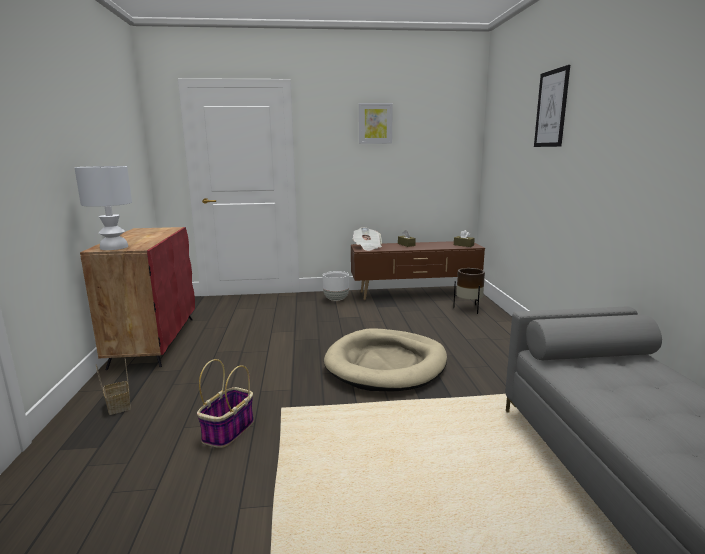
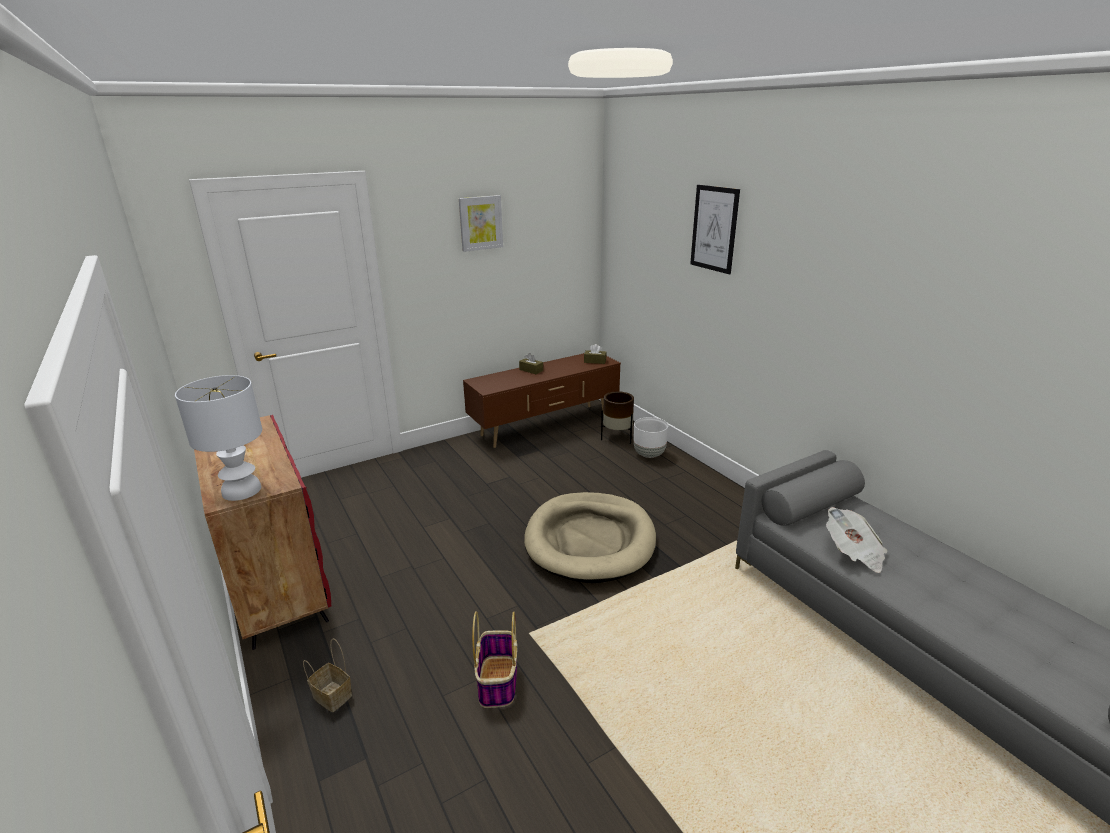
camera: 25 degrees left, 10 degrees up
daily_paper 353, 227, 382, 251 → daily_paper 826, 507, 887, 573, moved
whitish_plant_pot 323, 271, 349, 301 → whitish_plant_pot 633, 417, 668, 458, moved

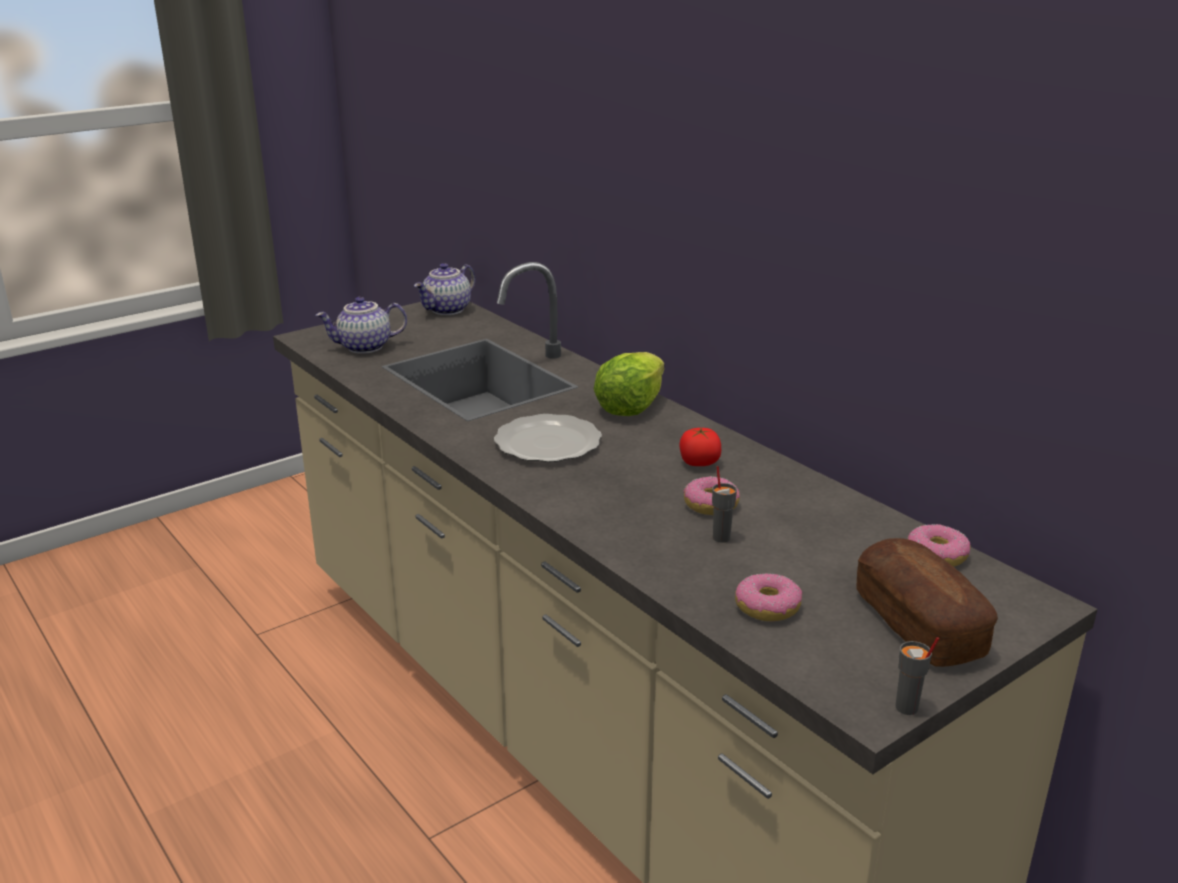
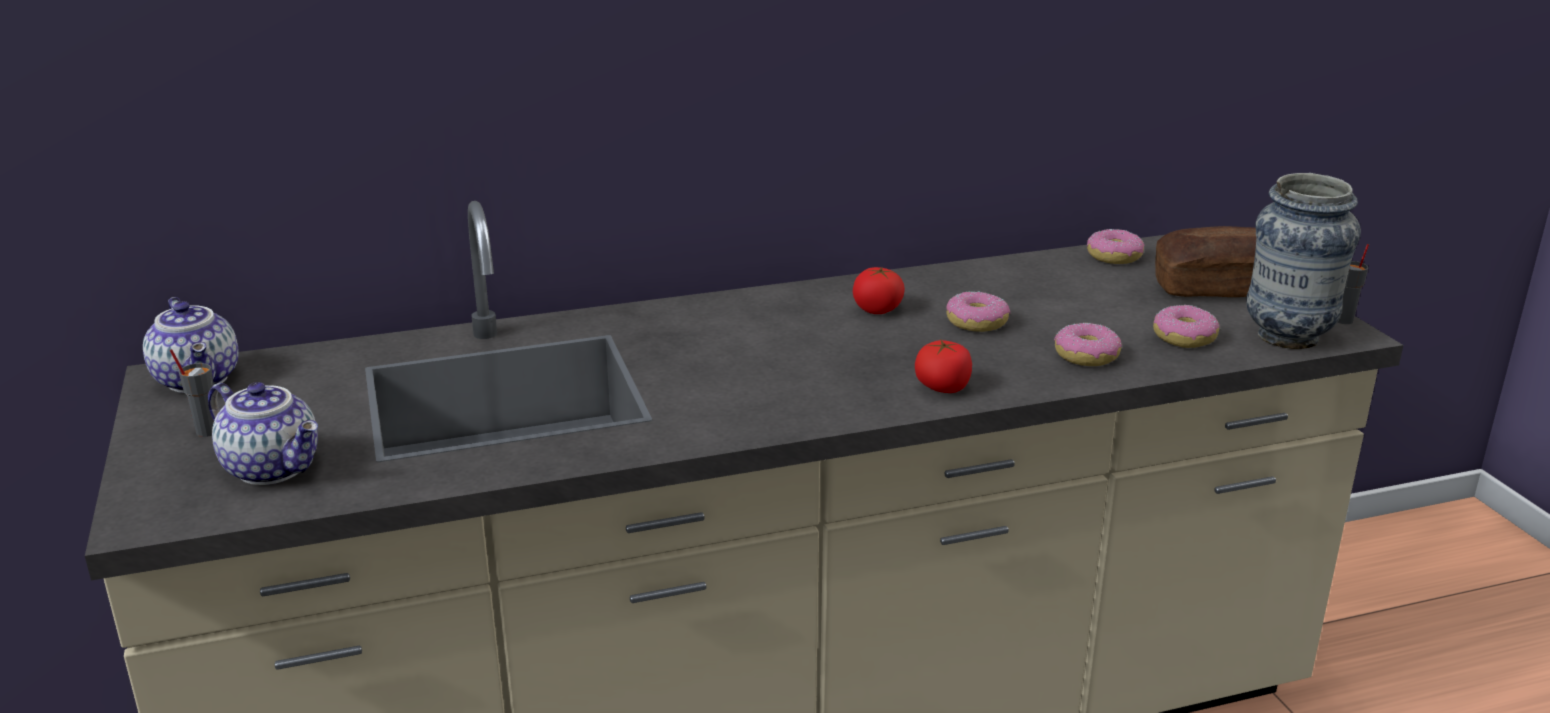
camera: 70 degrees left, 0 degrees up
teapot 315, 297, 407, 354 → teapot 208, 382, 318, 485, 60 degrees counterclockwise
lettuce 594, 352, 664, 416 → -
plate 494, 414, 602, 462 → -
gray_drinking_cup 712, 466, 737, 543 → gray_drinking_cup 170, 349, 214, 437, moved
- → flower_vase 1246, 173, 1361, 349
- → ring_doughnut 1054, 322, 1122, 366
- → tomato 915, 339, 972, 393

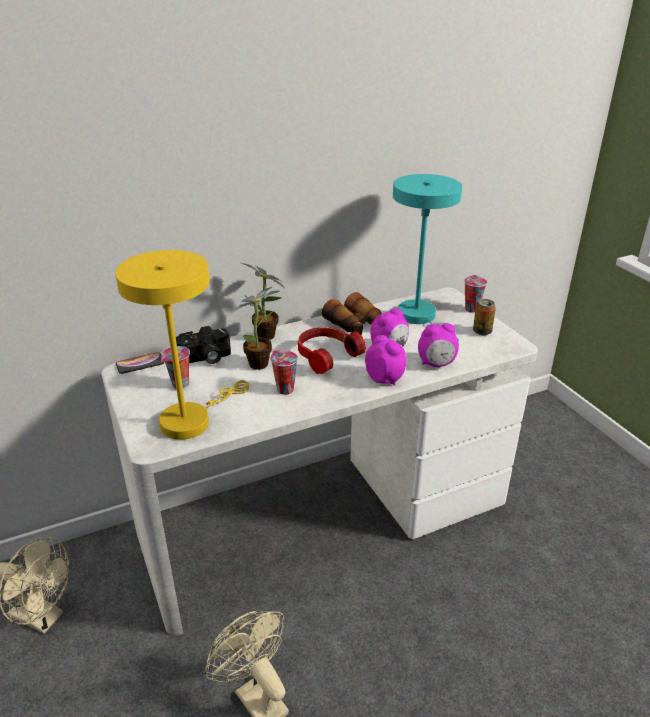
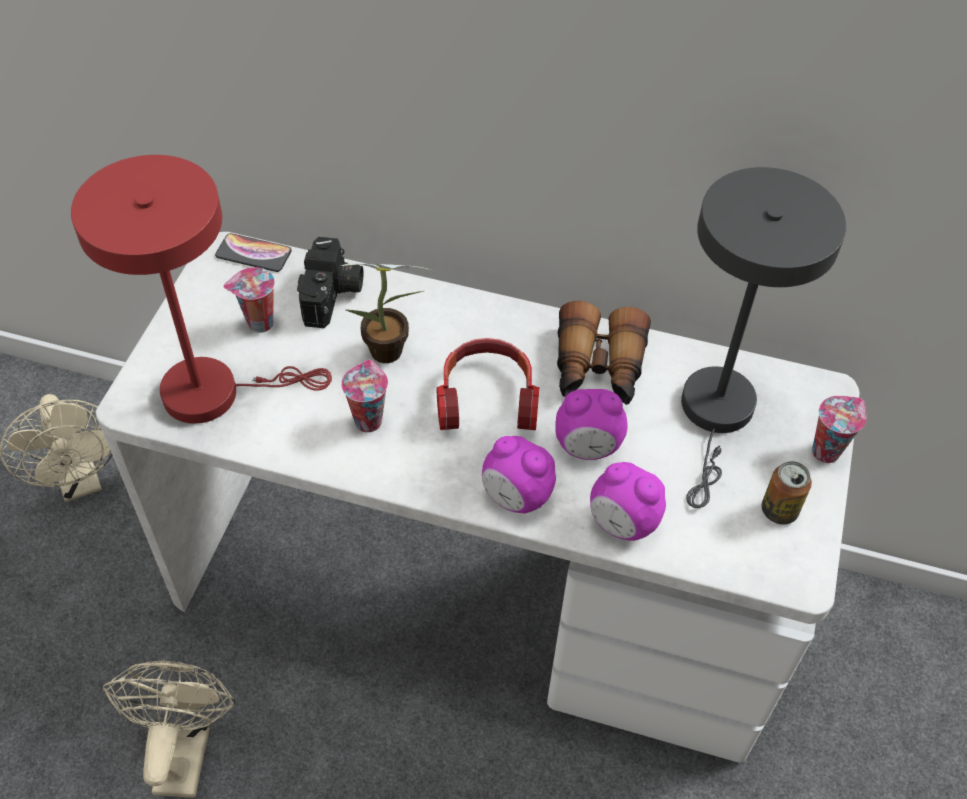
camera: 40 degrees right, 20 degrees up
turquoise_table_lamp 393, 174, 462, 342 → gray_table_lamp 681, 167, 846, 508
yellow-coloured_table_lamp 115, 250, 249, 440 → red-coloured_table_lamp 71, 155, 332, 424
plant_in_a_pot 242, 263, 285, 340 → -
still_camera 176, 326, 231, 364 → still_camera 297, 237, 363, 328, 105 degrees counterclockwise
table_clock 365, 335, 406, 386 → table_clock 482, 436, 556, 513, 120 degrees clockwise

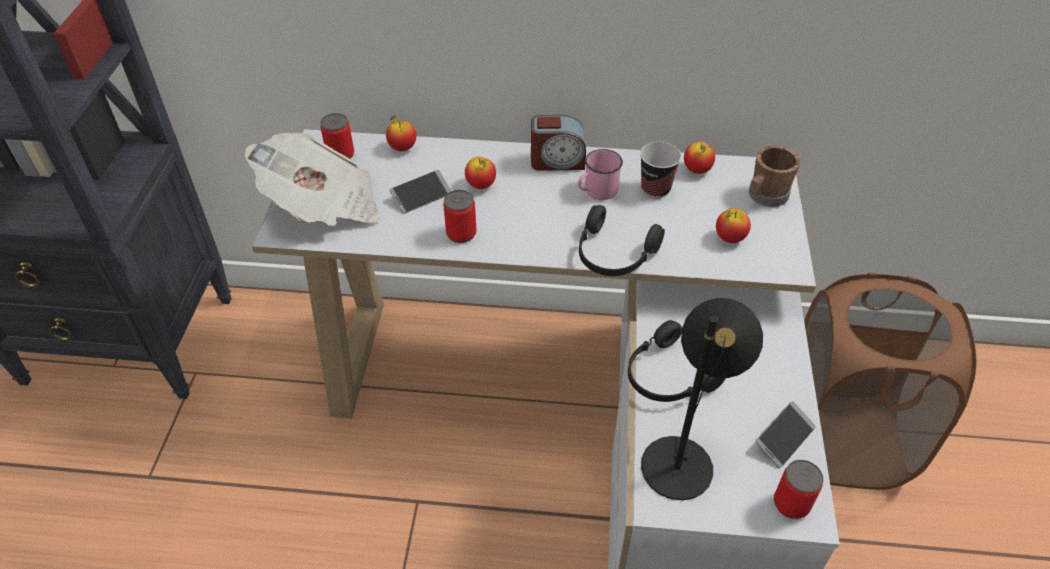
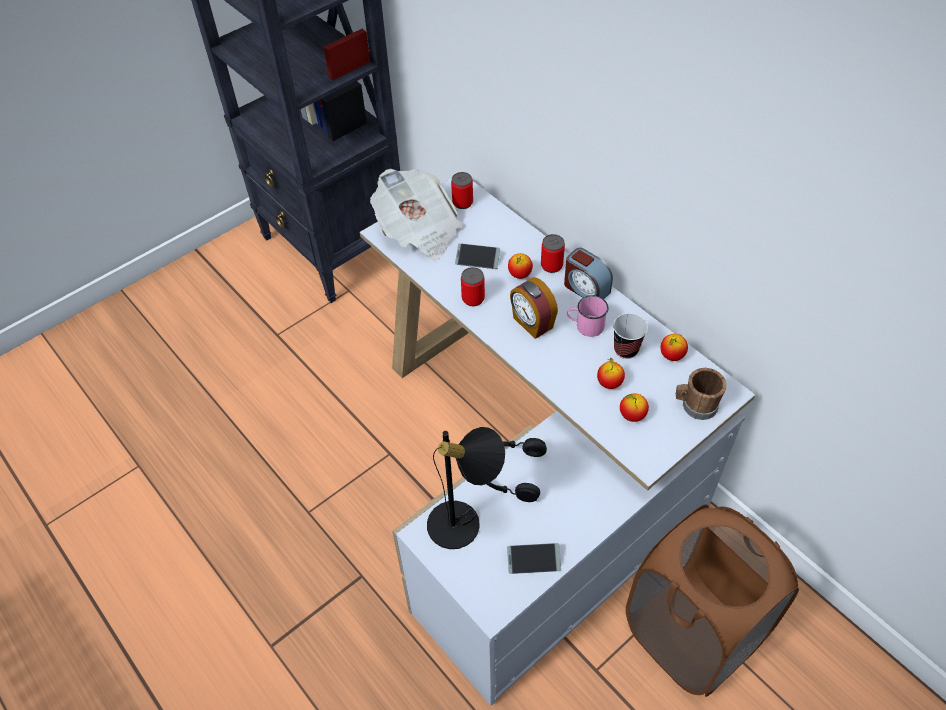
camera: 45 degrees right, 5 degrees up
apple_fruit 386, 116, 416, 151 → apple_fruit 597, 358, 625, 389, moved
black-coloured_headphones 579, 205, 665, 276 → -
sealed_can 774, 460, 823, 519 → sealed_can 541, 234, 565, 273, moved
- → table_clock 510, 277, 558, 339

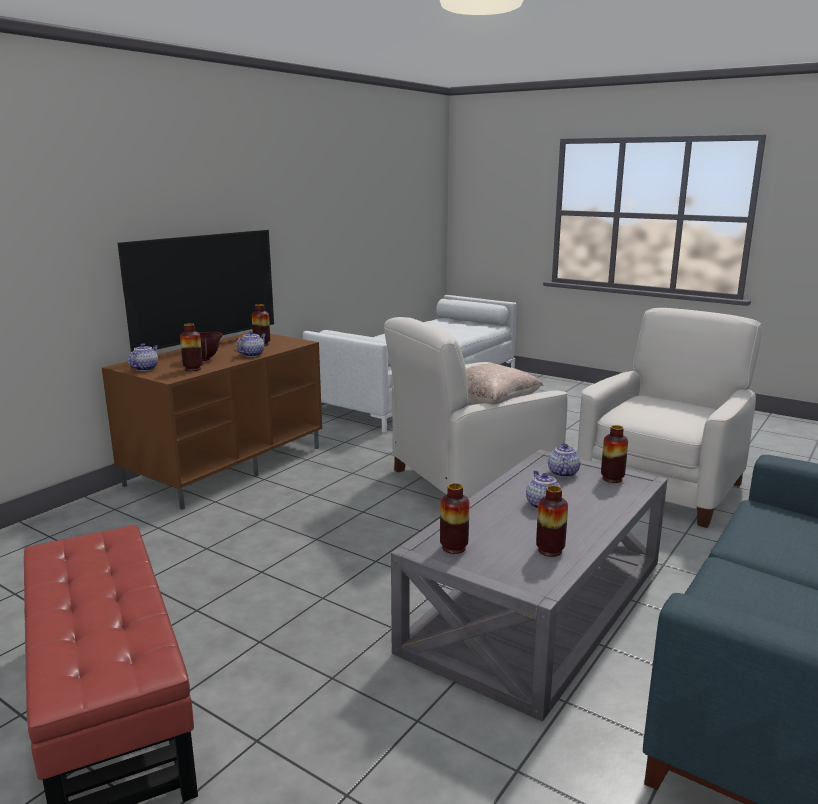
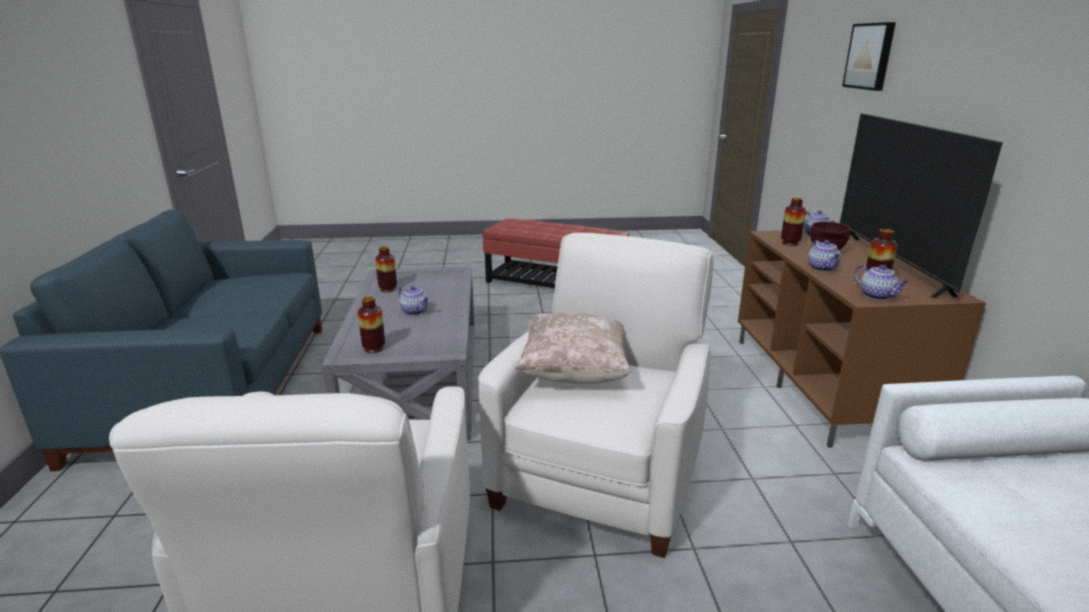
camera: 140 degrees right, 5 degrees up
teapot 548, 443, 581, 477 → teapot 854, 265, 909, 300, moved
flower_vase 440, 483, 469, 554 → -
- → wall_picture 842, 22, 896, 91

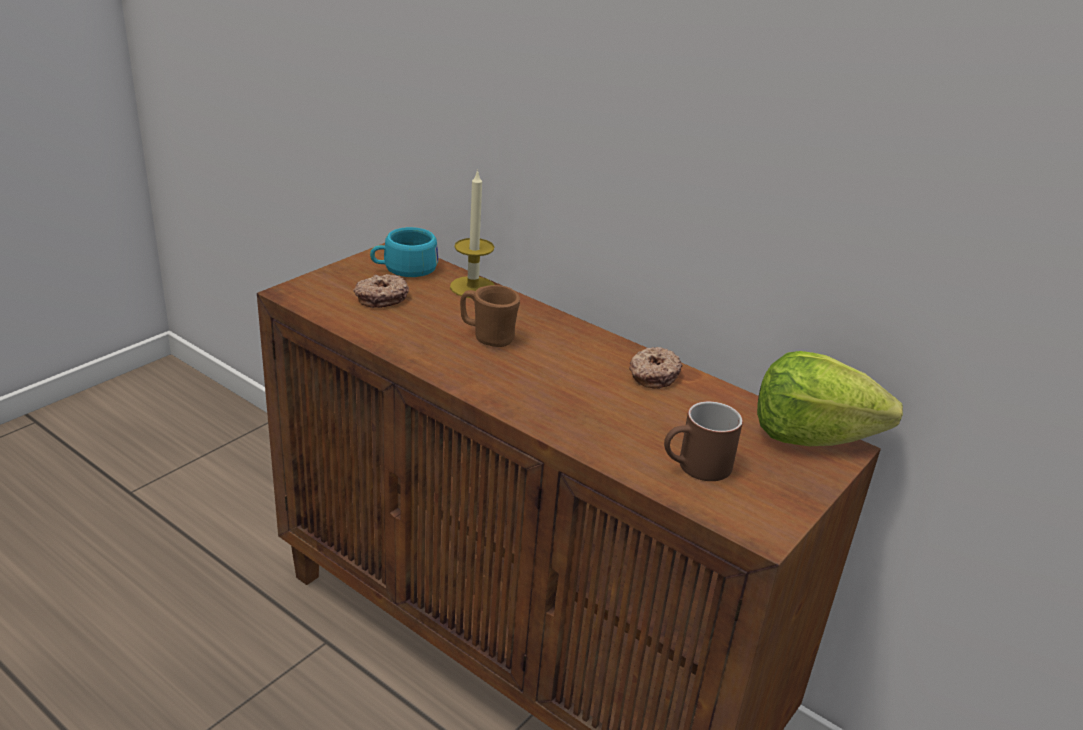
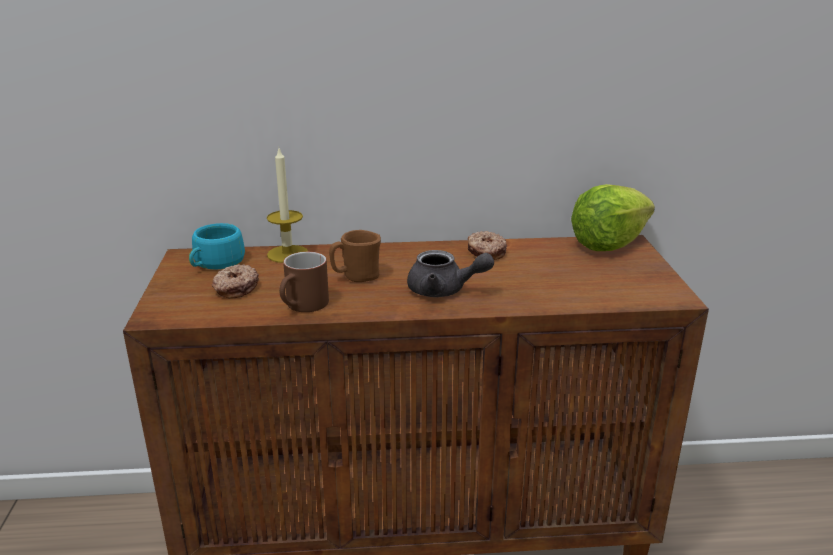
camera: 40 degrees left, 5 degrees down
brown-coloured_mug 664, 401, 743, 481 → brown-coloured_mug 279, 252, 329, 312, moved
- → gray_teapot 407, 250, 494, 297

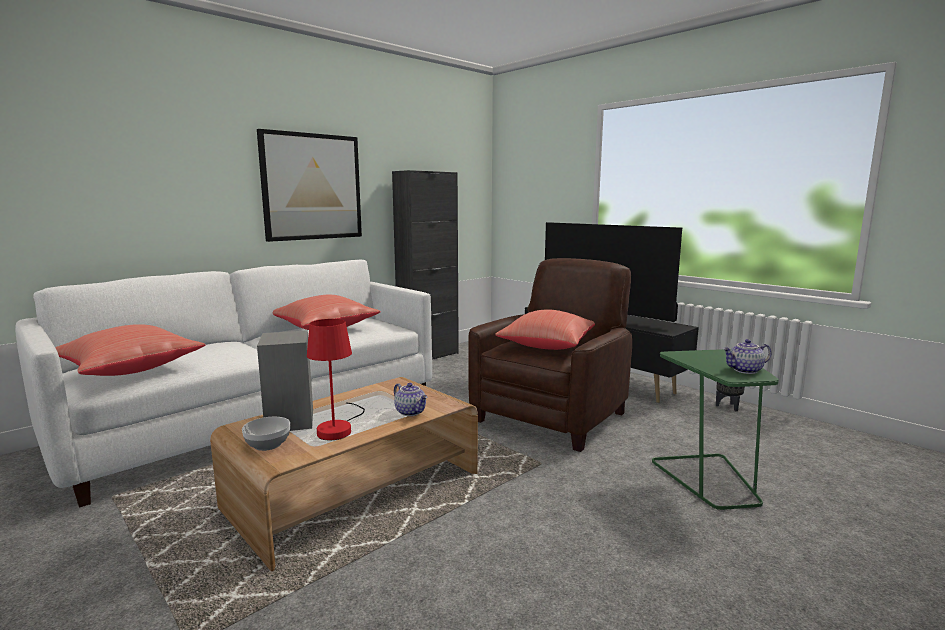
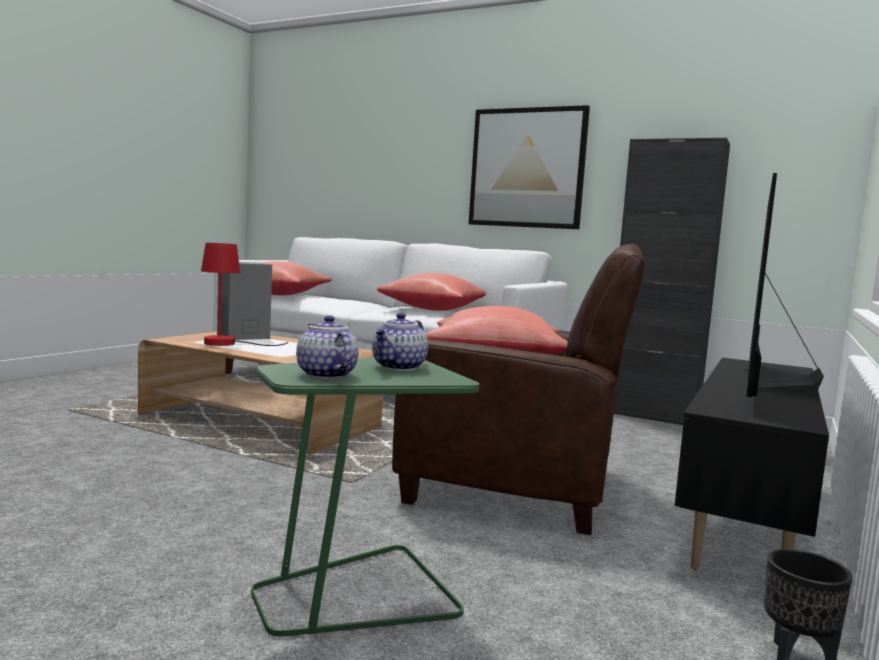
camera: 70 degrees right, 5 degrees down
teapot 394, 383, 427, 416 → teapot 372, 313, 428, 371, moved
deep_dish 242, 417, 290, 451 → -

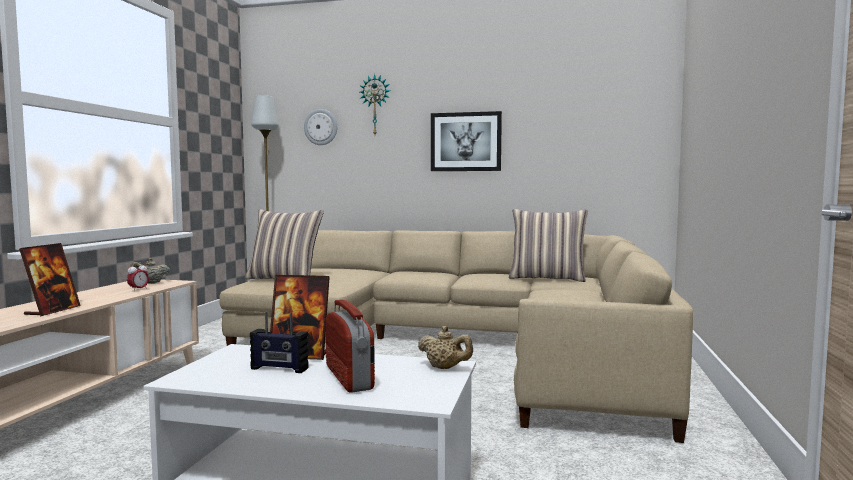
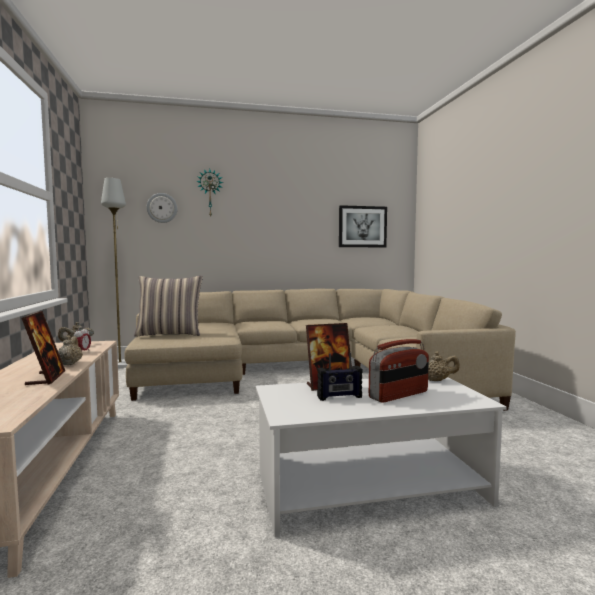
camera: 25 degrees left, 0 degrees up
wall_picture 431, 111, 502, 171 → wall_picture 339, 205, 387, 247, moved
cushion 509, 209, 588, 282 → -
radio 326, 299, 375, 393 → radio 369, 339, 429, 403, 105 degrees clockwise
- → beige_teapot 58, 335, 83, 365

